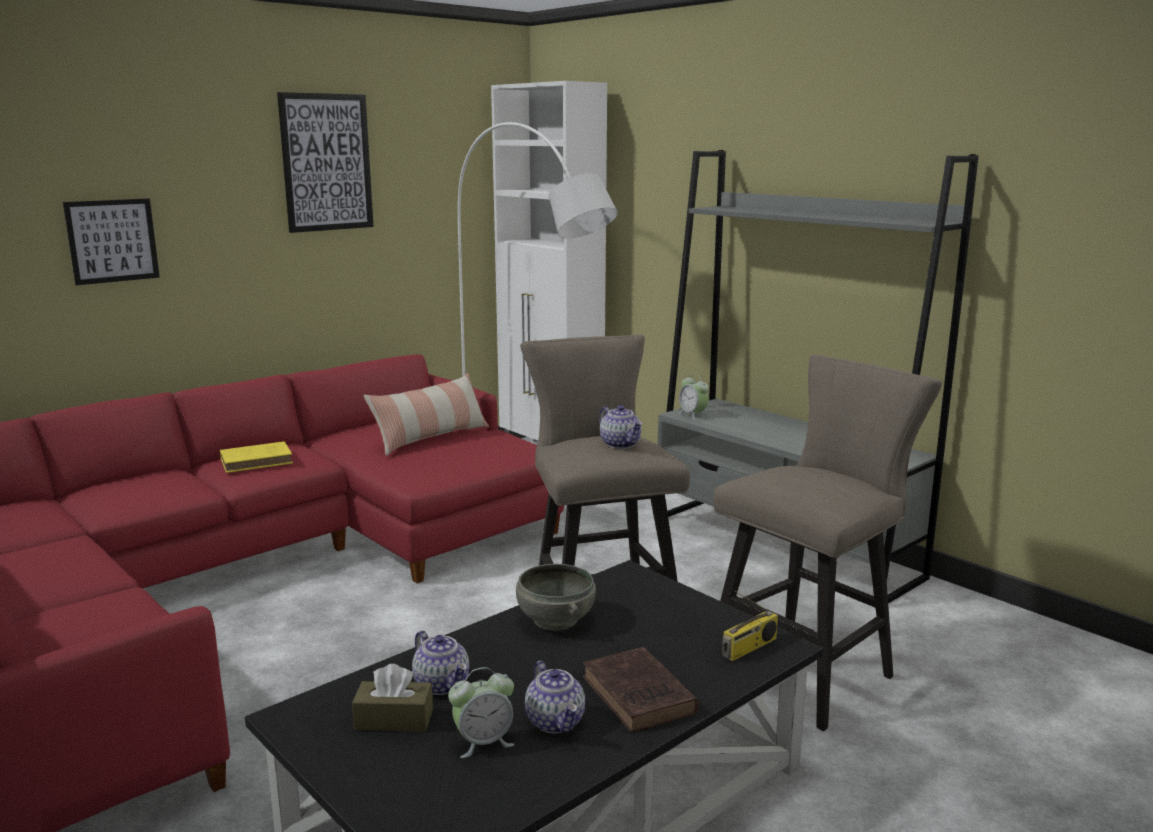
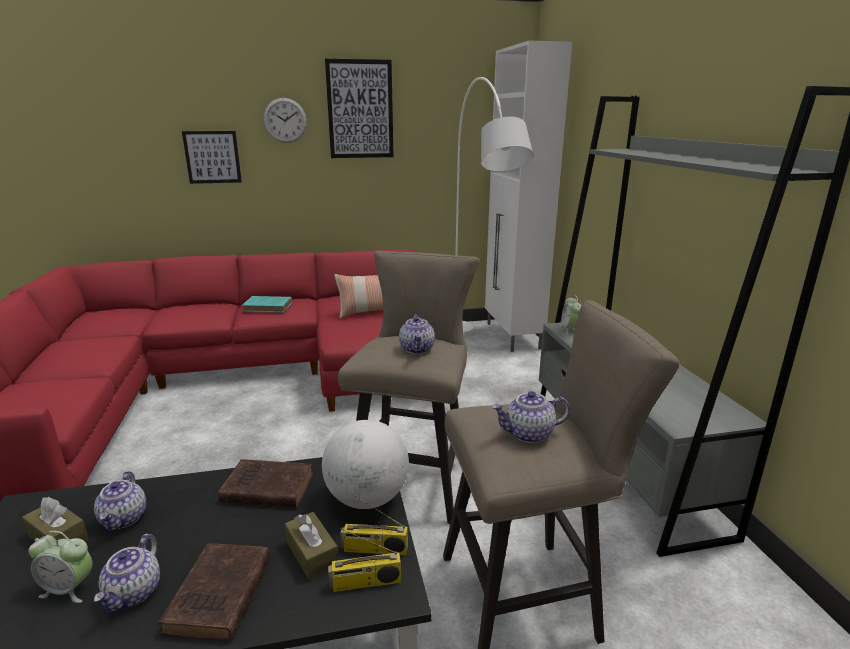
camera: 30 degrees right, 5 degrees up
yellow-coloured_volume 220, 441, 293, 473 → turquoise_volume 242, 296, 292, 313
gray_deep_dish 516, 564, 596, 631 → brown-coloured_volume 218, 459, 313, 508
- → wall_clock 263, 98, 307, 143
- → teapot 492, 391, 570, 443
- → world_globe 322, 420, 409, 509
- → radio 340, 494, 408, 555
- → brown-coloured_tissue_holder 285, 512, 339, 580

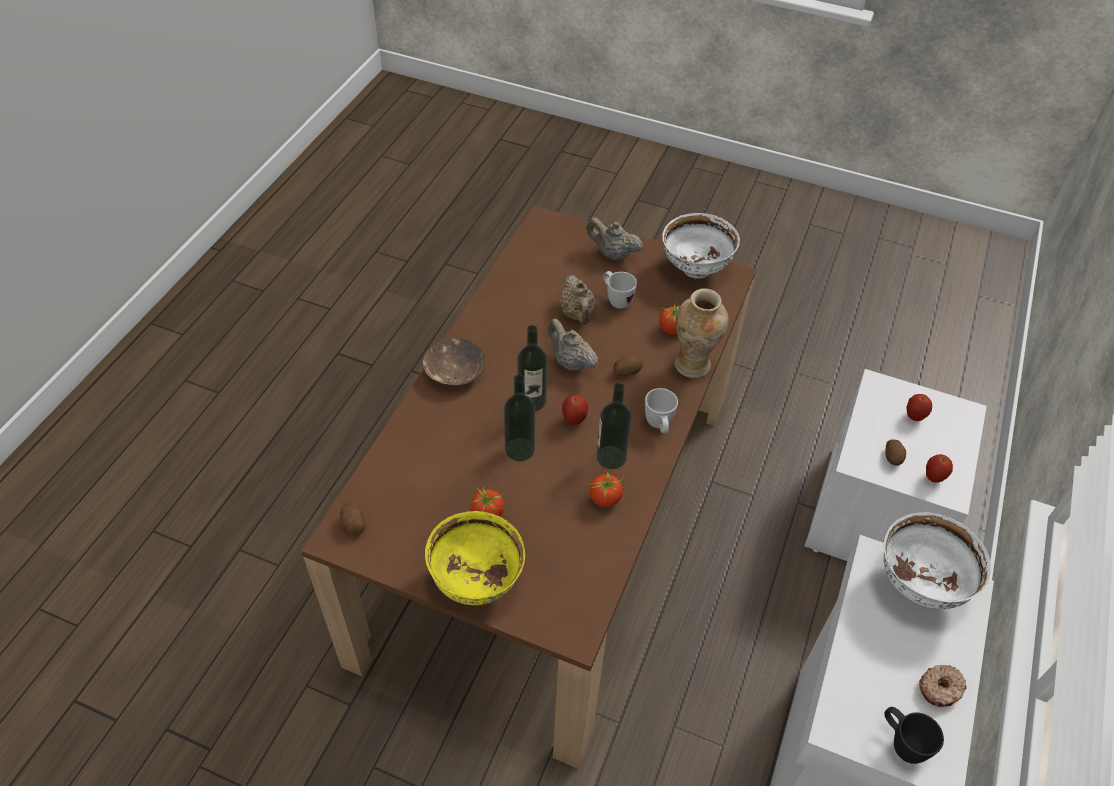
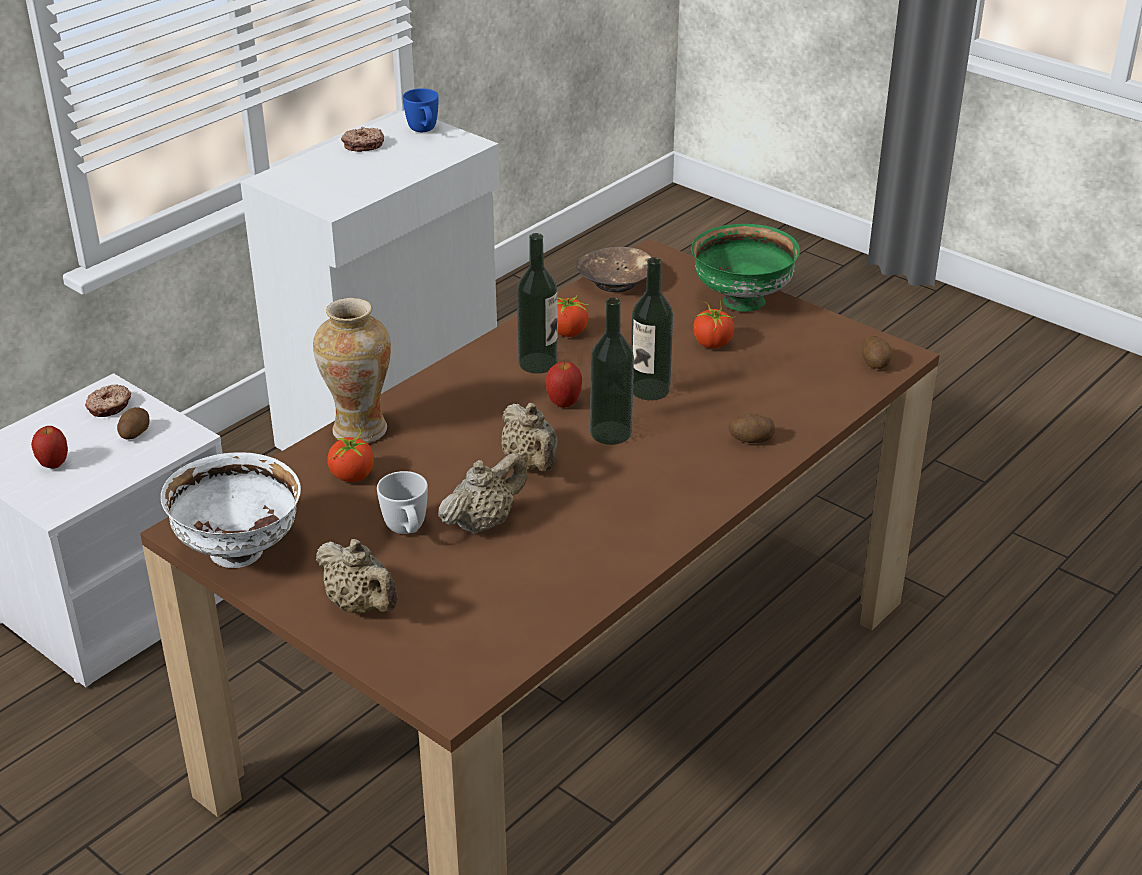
camera: 160 degrees left, 15 degrees down
beige_teapot 560, 275, 595, 325 → beige_teapot 438, 452, 528, 534, 45 degrees clockwise
brown-coloured_deep_dish 423, 338, 485, 386 → brown-coloured_deep_dish 576, 247, 652, 292, moved
whole_potato 613, 355, 643, 376 → whole_potato 729, 413, 775, 443, moved
whitish_mug 645, 388, 678, 433 → -
apple_fruit 926, 454, 953, 483 → ring_doughnut 85, 384, 131, 417
yellow-coloured_deep_dish 425, 511, 525, 605 → green_deep_dish 691, 224, 800, 312
whitish_deep_dish 884, 512, 991, 609 → -
black-coloured_mug 884, 707, 944, 764 → blue-coloured_mug 403, 88, 439, 132

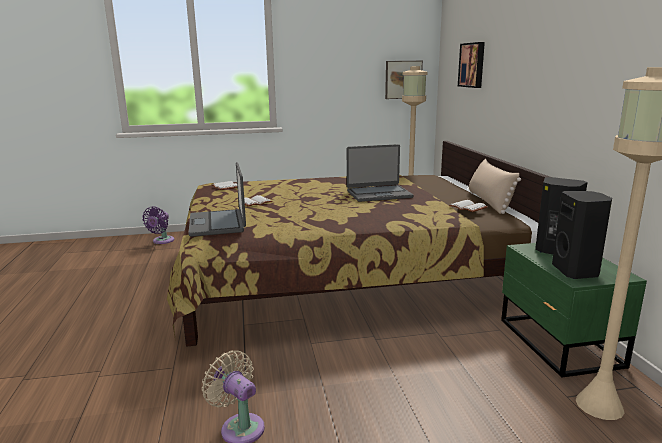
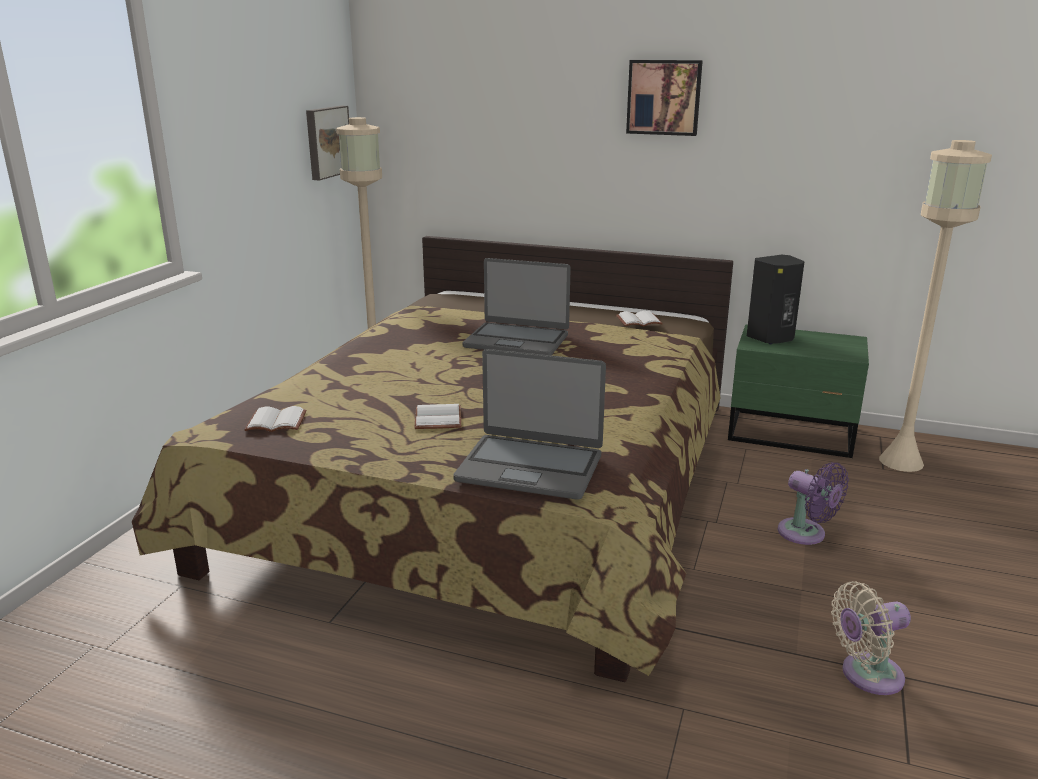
camera: 60 degrees left, 5 degrees up
wall_picture 458, 42, 485, 88 → wall_picture 626, 60, 703, 136, moved
laptop 347, 144, 413, 202 → laptop 462, 258, 571, 356, 90 degrees clockwise
beige_cushion 469, 159, 521, 214 → -
black-coloured_audio_speaker 552, 191, 612, 279 → -
purplish_cooling_fan 142, 206, 174, 244 → purplish_cooling_fan 777, 462, 849, 545, moved

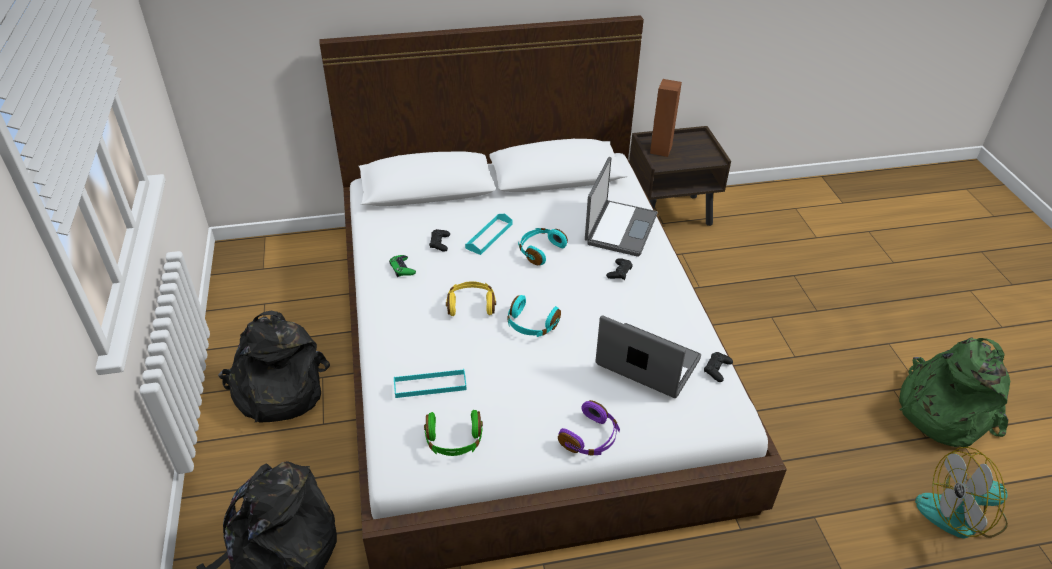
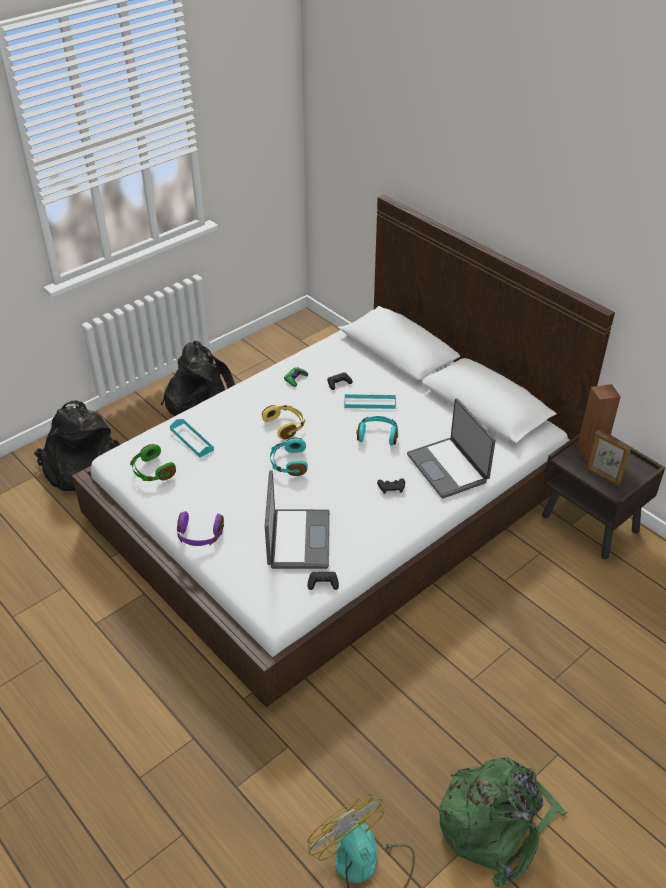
camera: 60 degrees right, 0 degrees up
laptop 585, 157, 658, 257 → laptop 407, 398, 496, 499, 75 degrees clockwise
- → standing_frame 586, 430, 631, 486

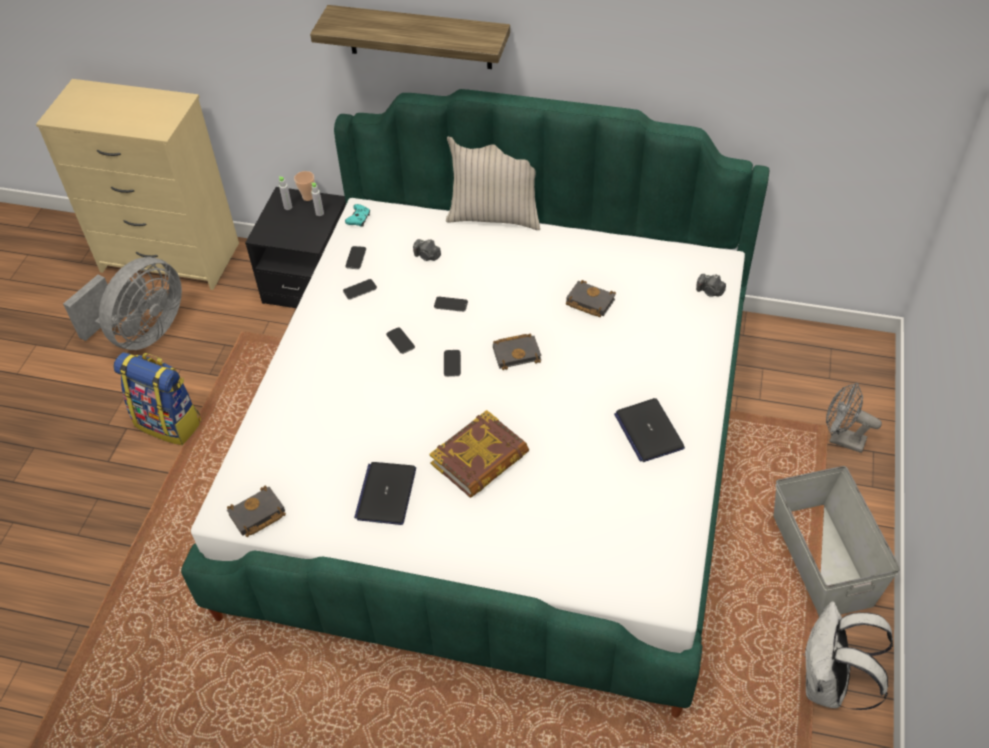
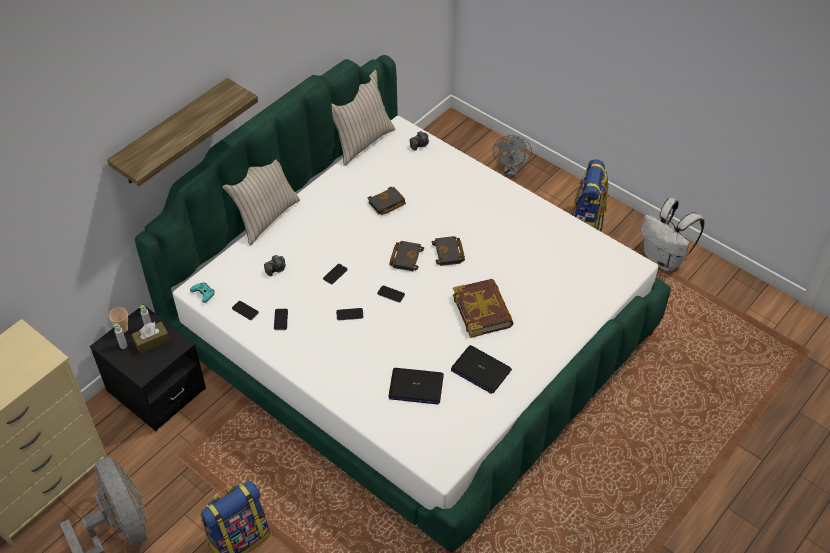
camera: 65 degrees left, 0 degrees up
gray_cooling_fan 826, 383, 882, 453 → gray_cooling_fan 493, 135, 532, 176, 45 degrees counterclockwise
laptop 614, 398, 685, 462 → laptop 388, 368, 444, 404, moved
gray_storage_box 774, 466, 900, 617 → backpack 571, 159, 608, 232
black-coloured_volume 227, 486, 286, 537 → black-coloured_volume 432, 236, 465, 266, moved
- → beige_cushion 331, 69, 395, 166
- → brown-coloured_tissue_holder 132, 322, 170, 354

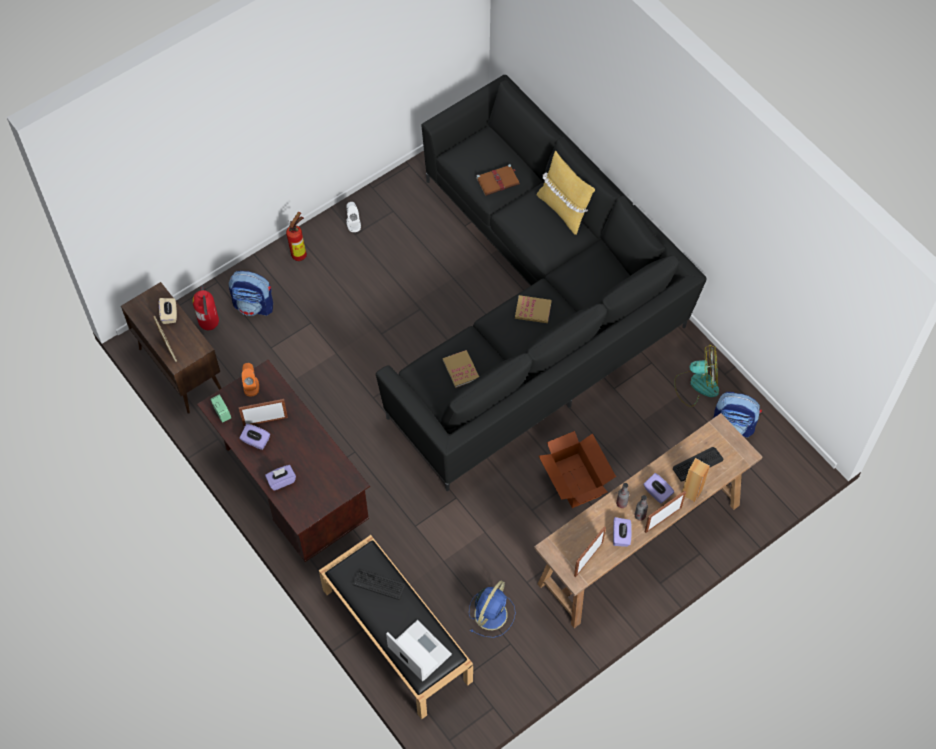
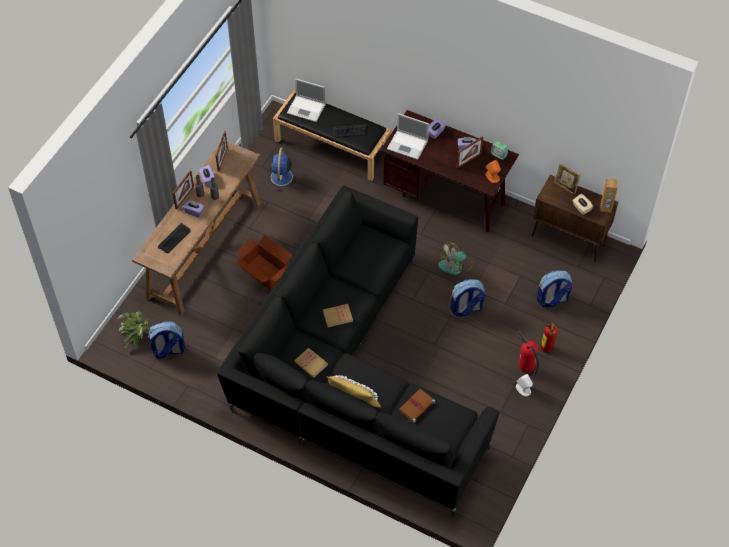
camera: 155 degrees right, 5 degrees down
fire-fighting_cylinder 192, 285, 219, 330 → fire-fighting_cylinder 517, 330, 539, 377, moved
cooling_fan 674, 344, 719, 407 → cooling_fan 438, 242, 473, 275, moved
volume 443, 350, 479, 388 → volume 294, 348, 328, 378, moved
brown-coloured_audio_speaker 682, 458, 710, 502 → brown-coloured_audio_speaker 600, 179, 618, 213, moved
- → laptop 387, 113, 429, 160
- → backpack 450, 279, 485, 317
- → plant_in_a_pot 117, 311, 151, 348

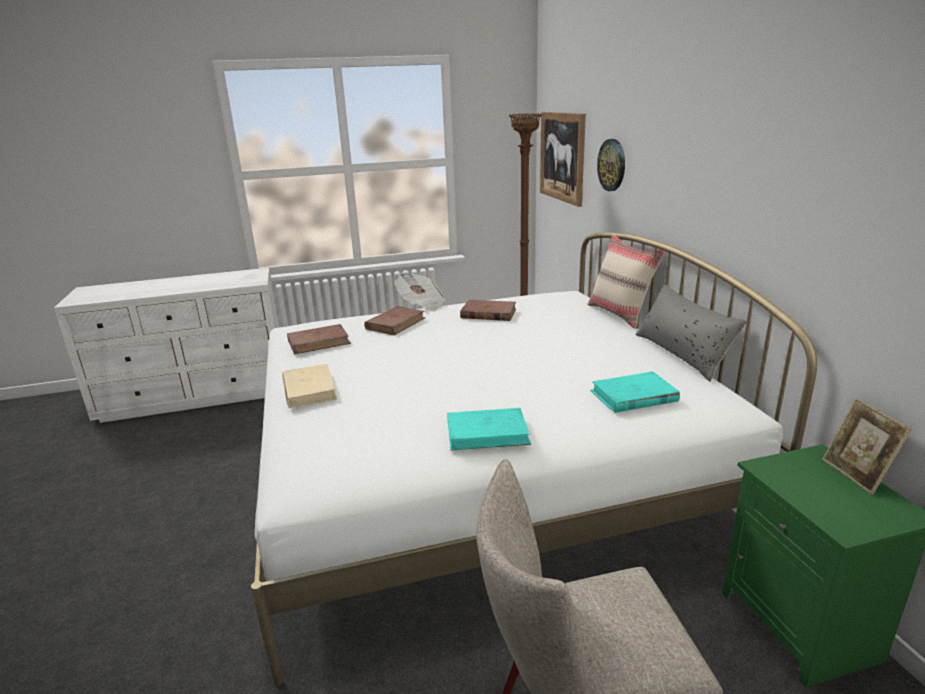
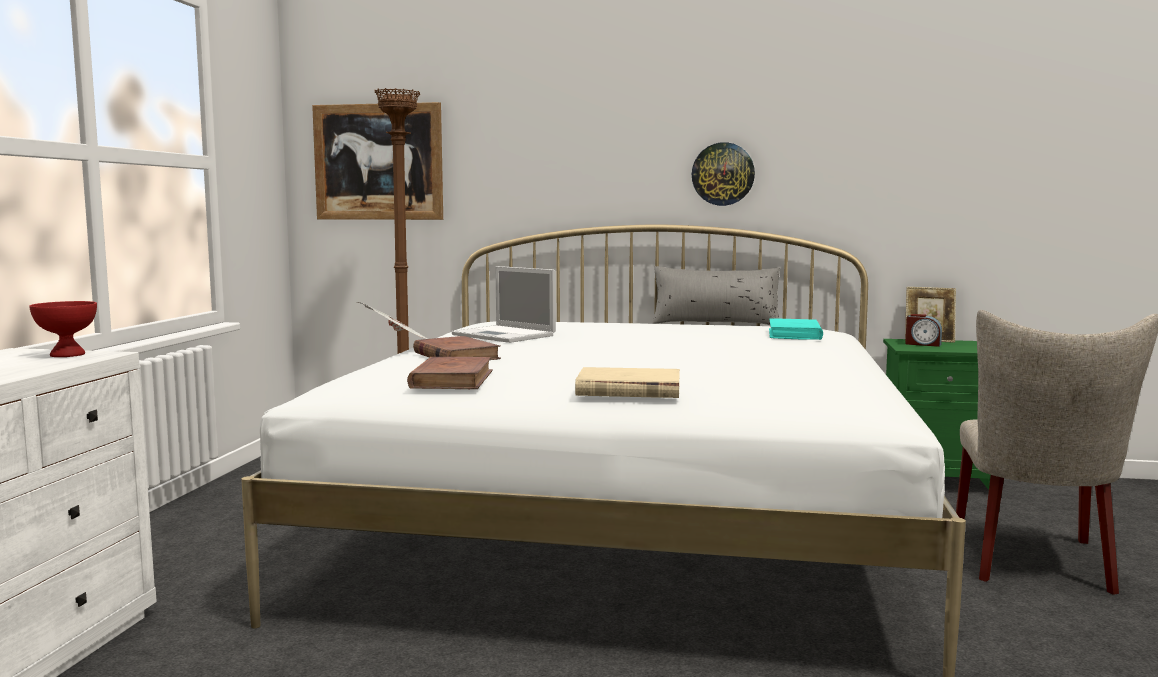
camera: 65 degrees left, 15 degrees down
wall_clock 597, 139, 625, 191 → wall_clock 692, 142, 755, 206, moved
beige_cushion 588, 234, 665, 329 → -
brown-coloured_volume 460, 300, 516, 321 → laptop 452, 266, 556, 343
turquoise_volume 447, 408, 531, 451 → -
- → red-coloured_deep_dish 29, 301, 97, 357
- → table_clock 905, 314, 942, 347

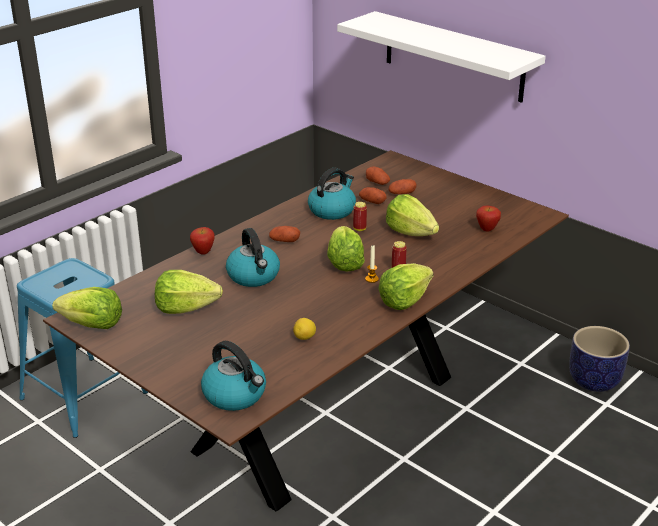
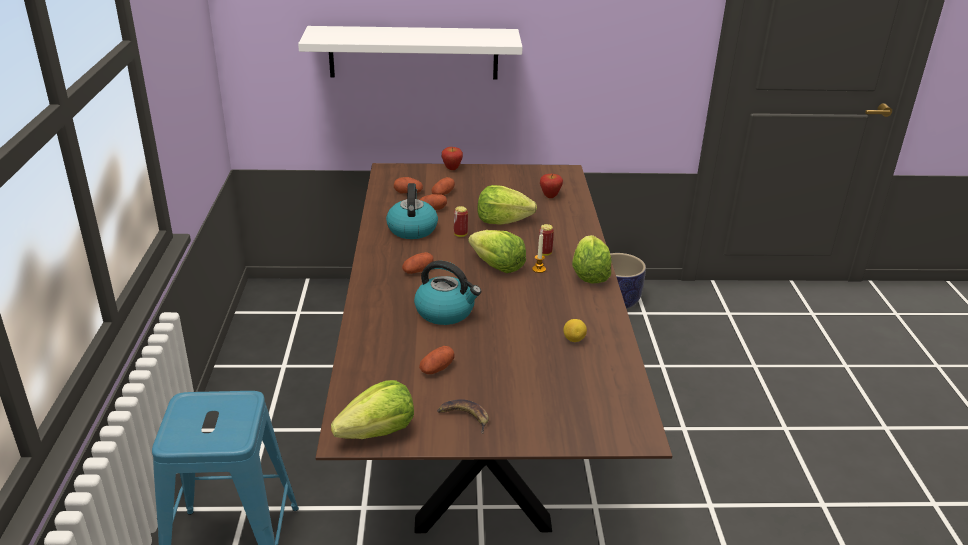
camera: 45 degrees left, 0 degrees up
apple_fruit 190, 227, 215, 255 → apple_fruit 442, 147, 463, 170, moved
lettuce 155, 270, 223, 314 → whole_potato 419, 346, 455, 374
water_kettle 201, 341, 266, 411 → -
- → banana 437, 399, 489, 434

